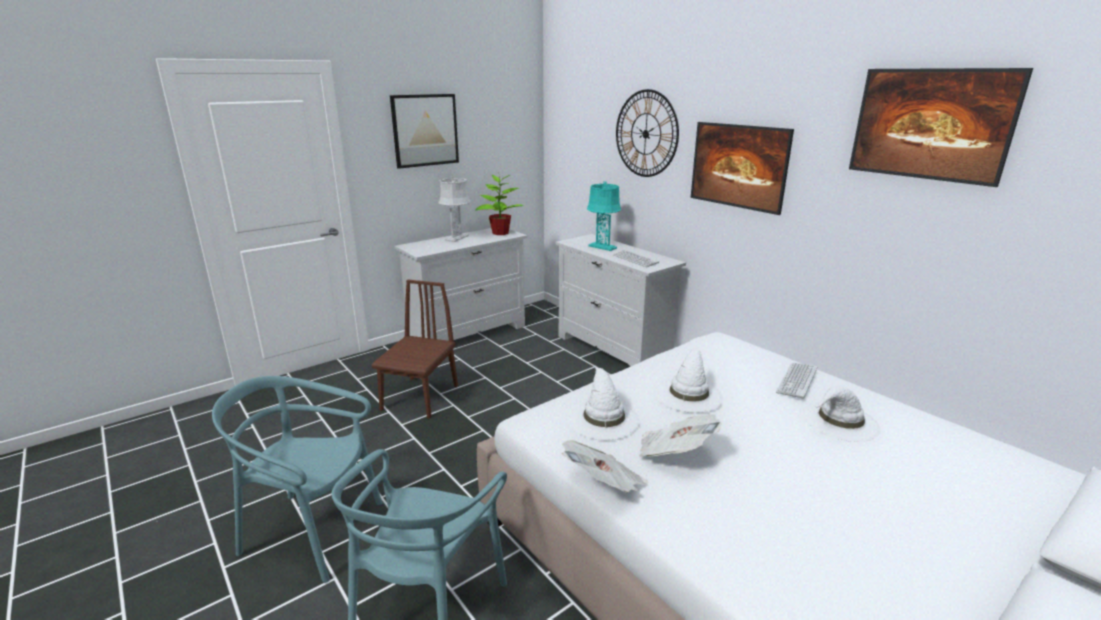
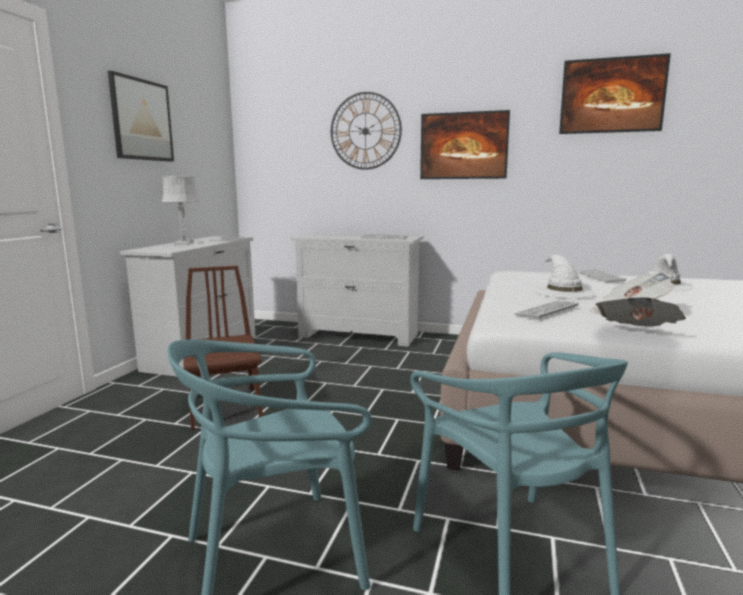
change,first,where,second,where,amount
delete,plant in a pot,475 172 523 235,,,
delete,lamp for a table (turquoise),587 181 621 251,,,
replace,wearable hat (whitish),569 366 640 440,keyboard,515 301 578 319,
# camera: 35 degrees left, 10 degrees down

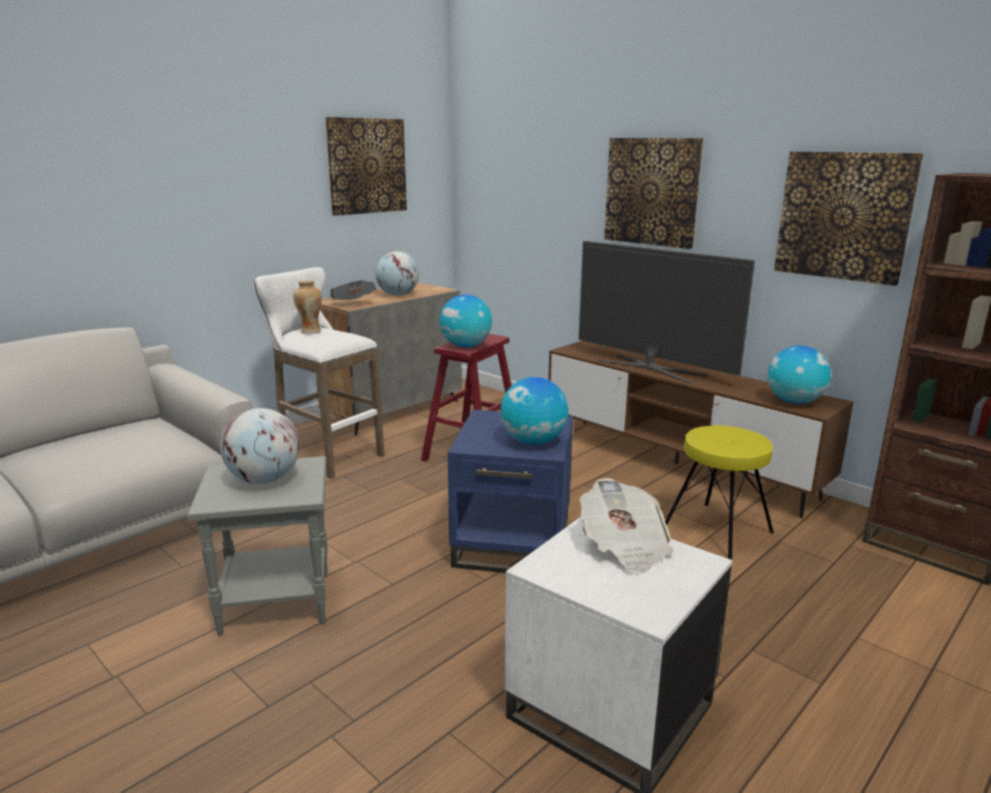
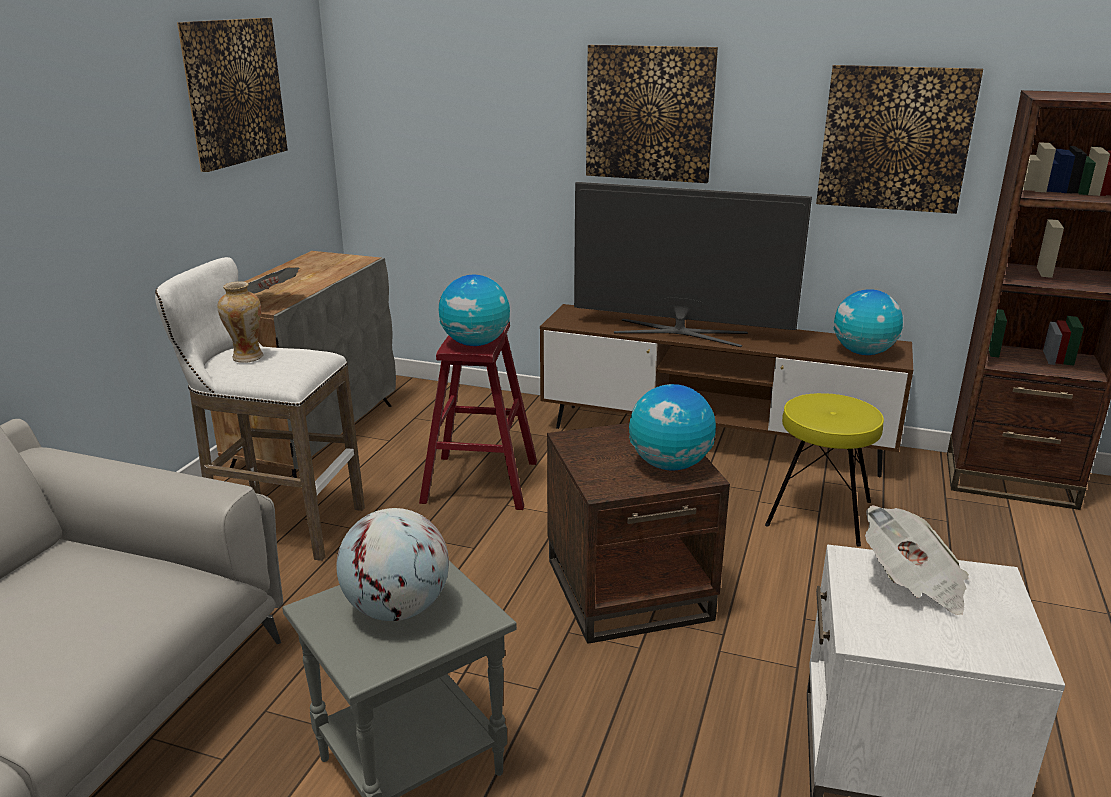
change,first,where,second,where,amount
delete,desk globe,375 251 419 296,,,
recolor,end table (bluish),448 410 573 573,end table (brownish),547 423 730 644,
# camera: 25 degrees left, 5 degrees up

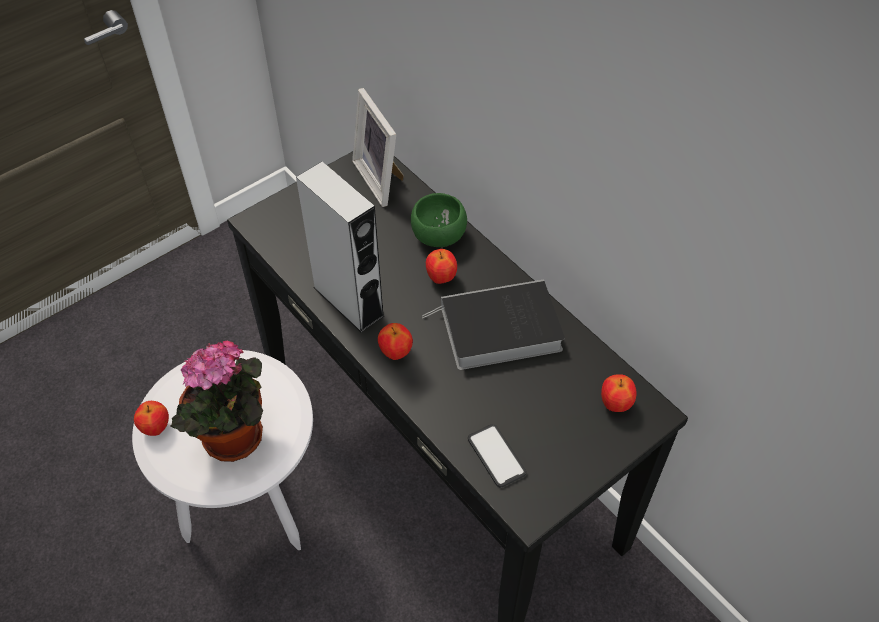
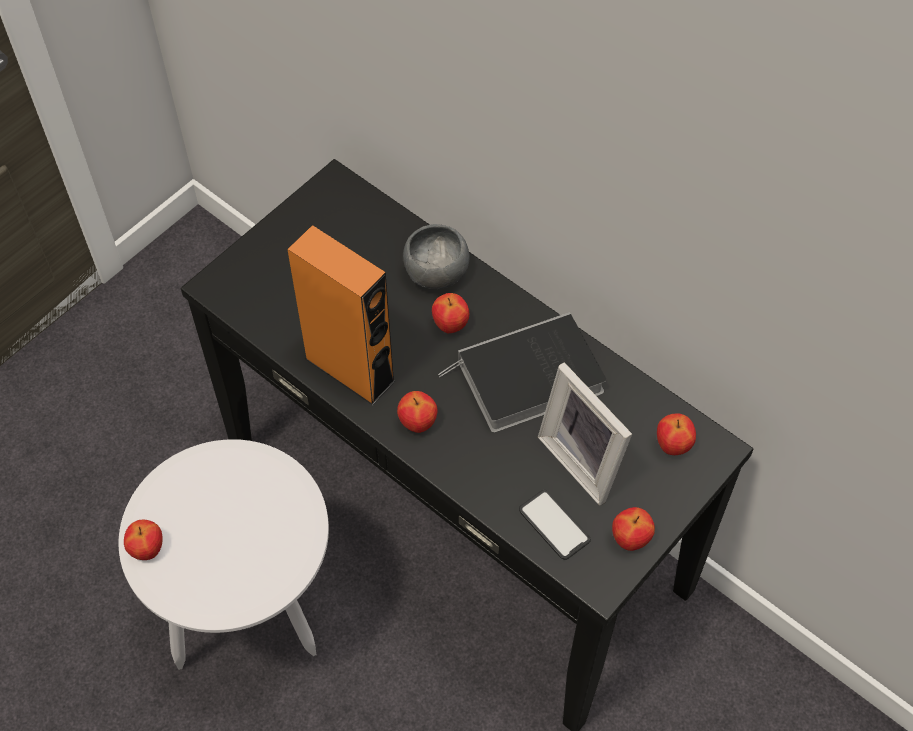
change,first,where,second,where,amount
move,picture frame,352 88 404 207,,538 362 632 505,
recolor,loudspeaker (greyish),296 162 385 333,loudspeaker (orange-coloured),287 225 396 405,
recolor,bowl (green),411 193 467 247,bowl (greyish),403 224 470 289,
delete,plant in a pot,170 341 263 462,,,
insert,,,apple,612 507 655 551,
# camera: 10 degrees left, 5 degrees up

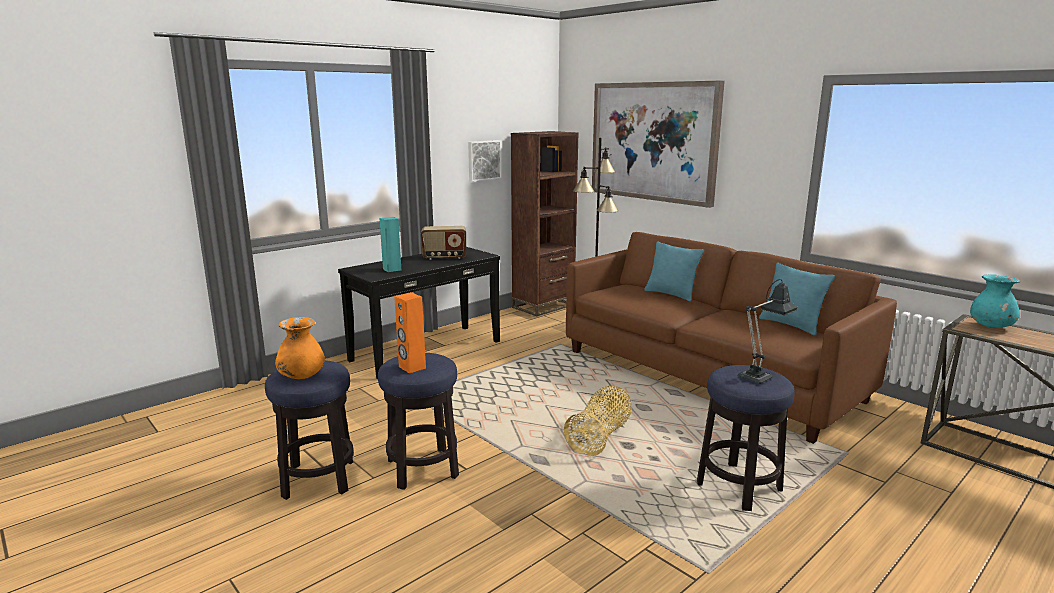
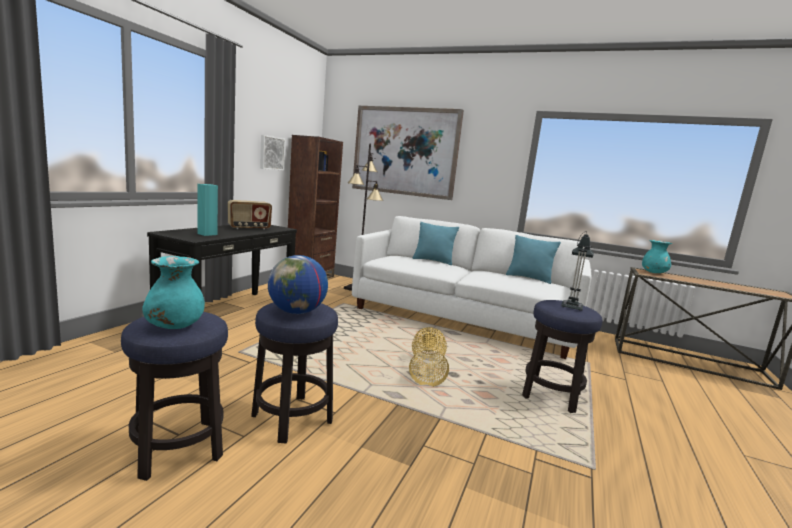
change,first,where,second,where,amount
recolor,couch (brownish),566 232 897 444,couch (whitish),352 216 591 359,
replace,loudspeaker (orange-coloured),394 292 426 373,desk globe,268 255 328 314,
recolor,vase (orange-coloured),275 317 325 379,vase (turquoise),142 256 205 329,
# camera: 25 degrees left, 5 degrees down

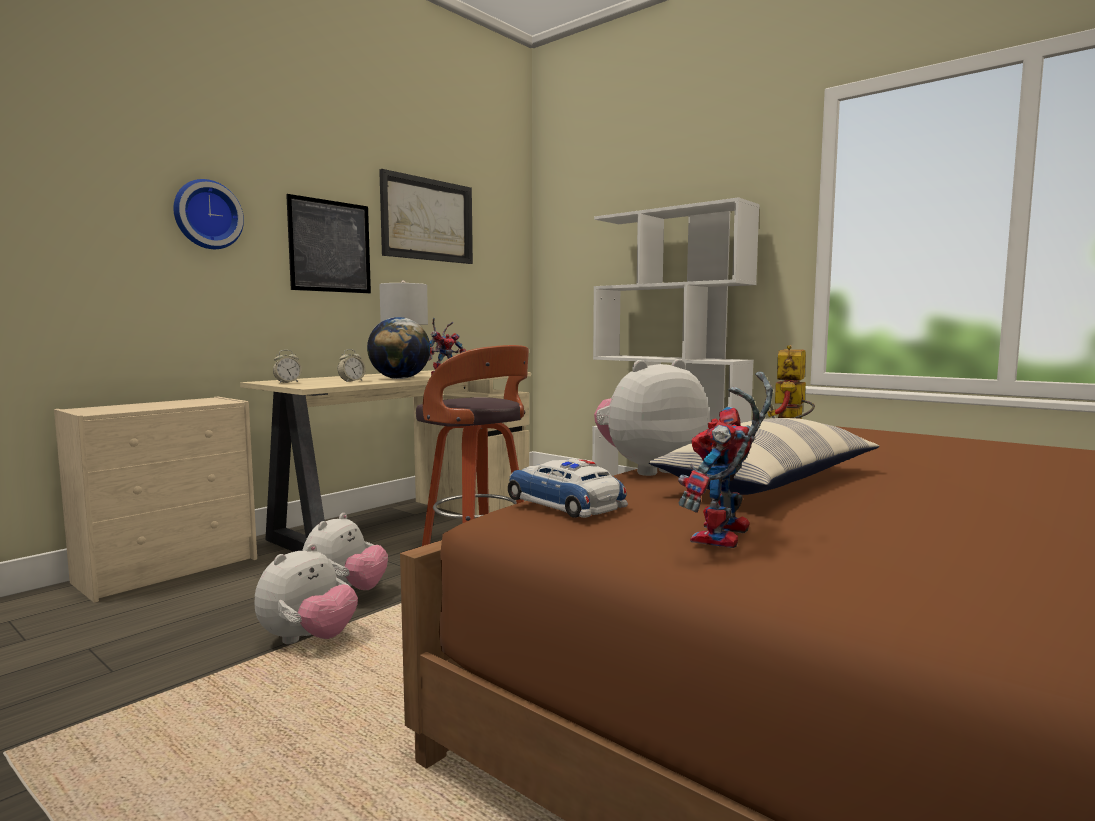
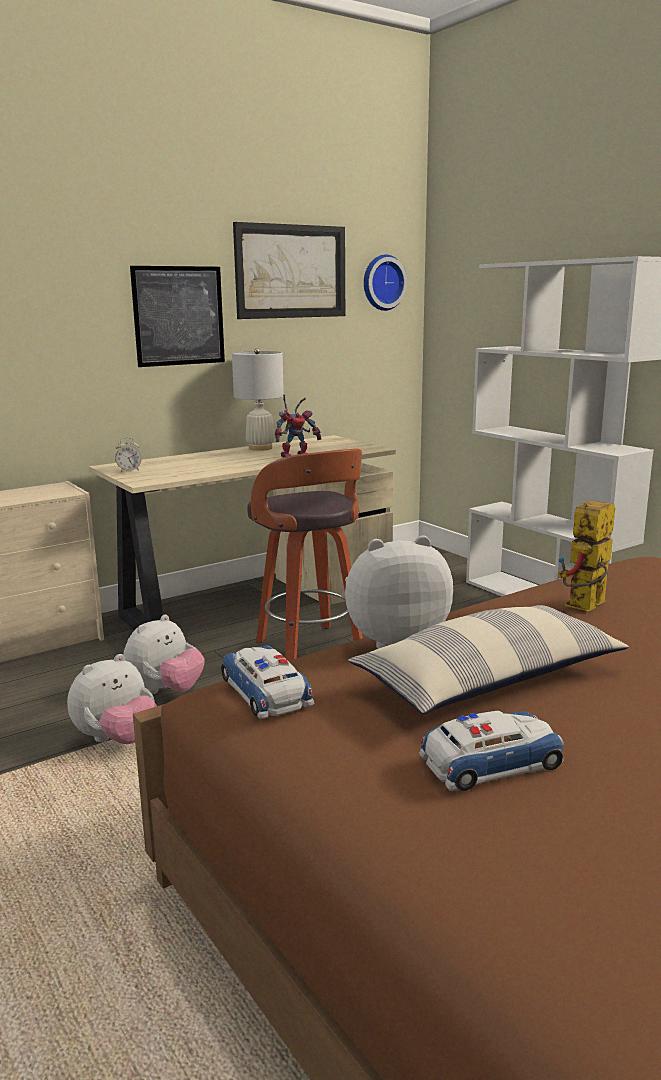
change,first,where,second,where,amount
move,wall clock,174 179 244 249,,364 254 407 311,
delete,desk globe,367 317 430 379,,,
delete,table clock,338 349 366 382,,,
delete,toy robot,678 372 773 548,,,
insert,,,toy car,419 711 564 791,
# camera: 15 degrees right, 10 degrees up

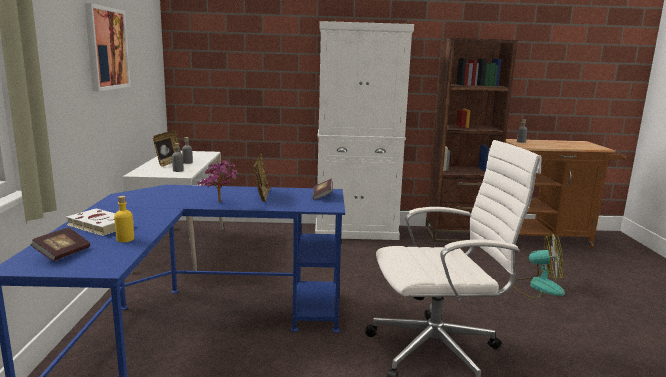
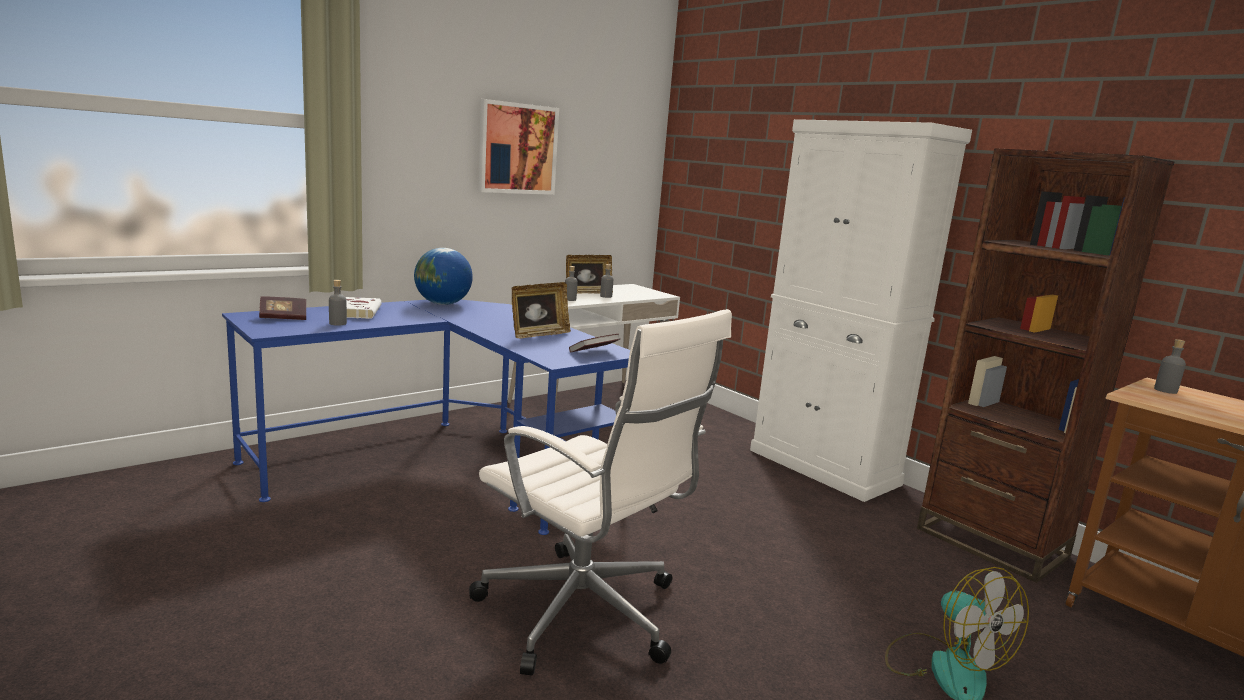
change,first,where,second,where,amount
delete,plant in a pot,197 160 238 202,,,
recolor,bottle (yellowish),114 196 134 242,bottle (greyish),329 280 347 326,
insert,,,desk globe,414 248 473 305,
# camera: 50 degrees right, 0 degrees up

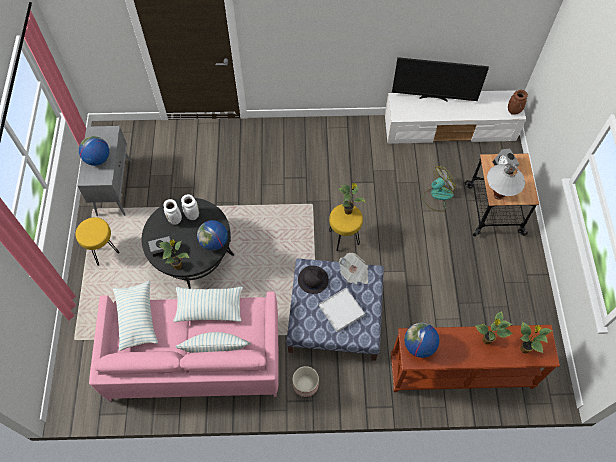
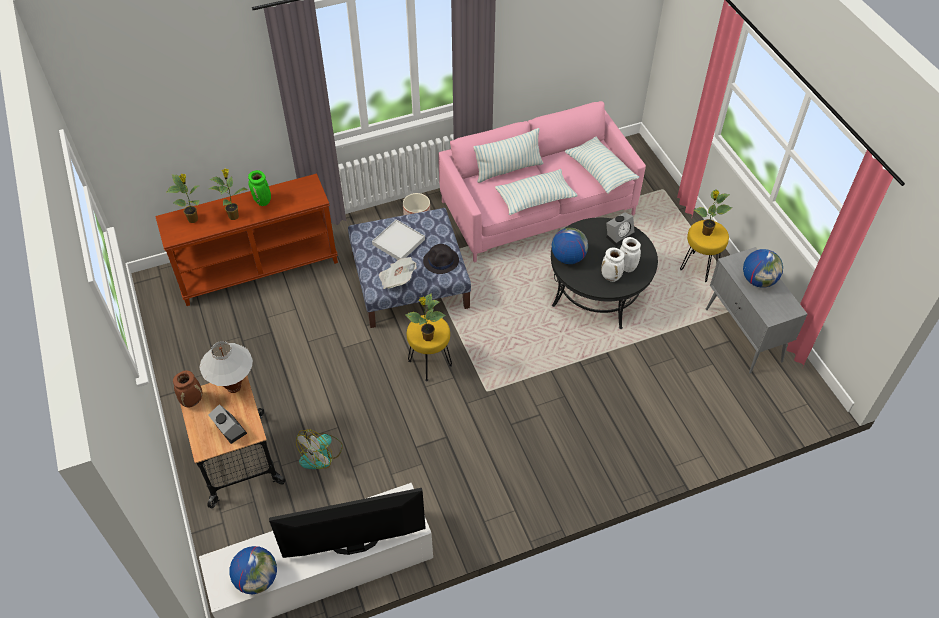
change,first,where,second,where,amount
move,vase (brownish),508 90 528 114,,173 370 202 407,
move,plant in a pot,159 240 189 270,,694 189 732 236,
move,desk globe,404 323 440 358,,230 546 277 594,
insert,,,vase (green),248 170 271 206,
# camera: 160 degrees right, 10 degrees down

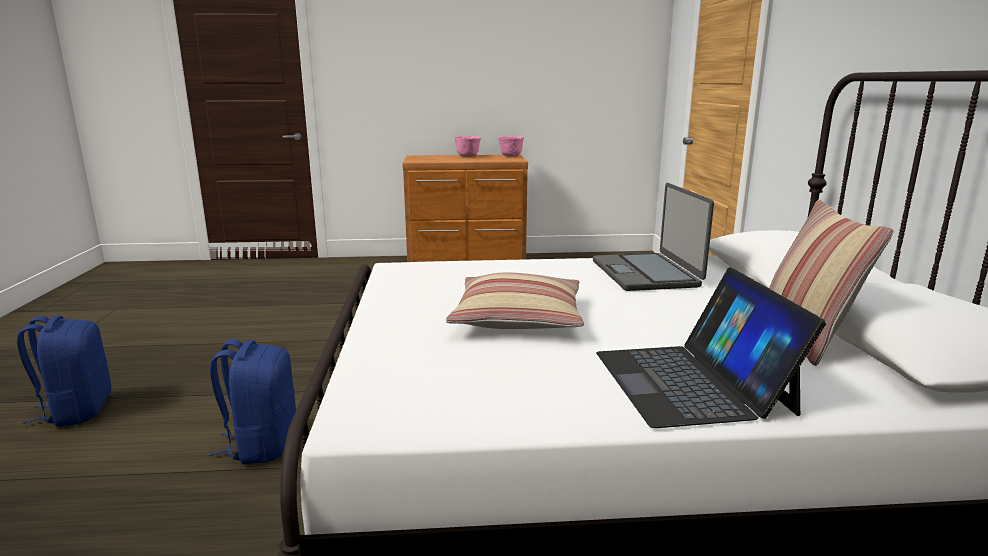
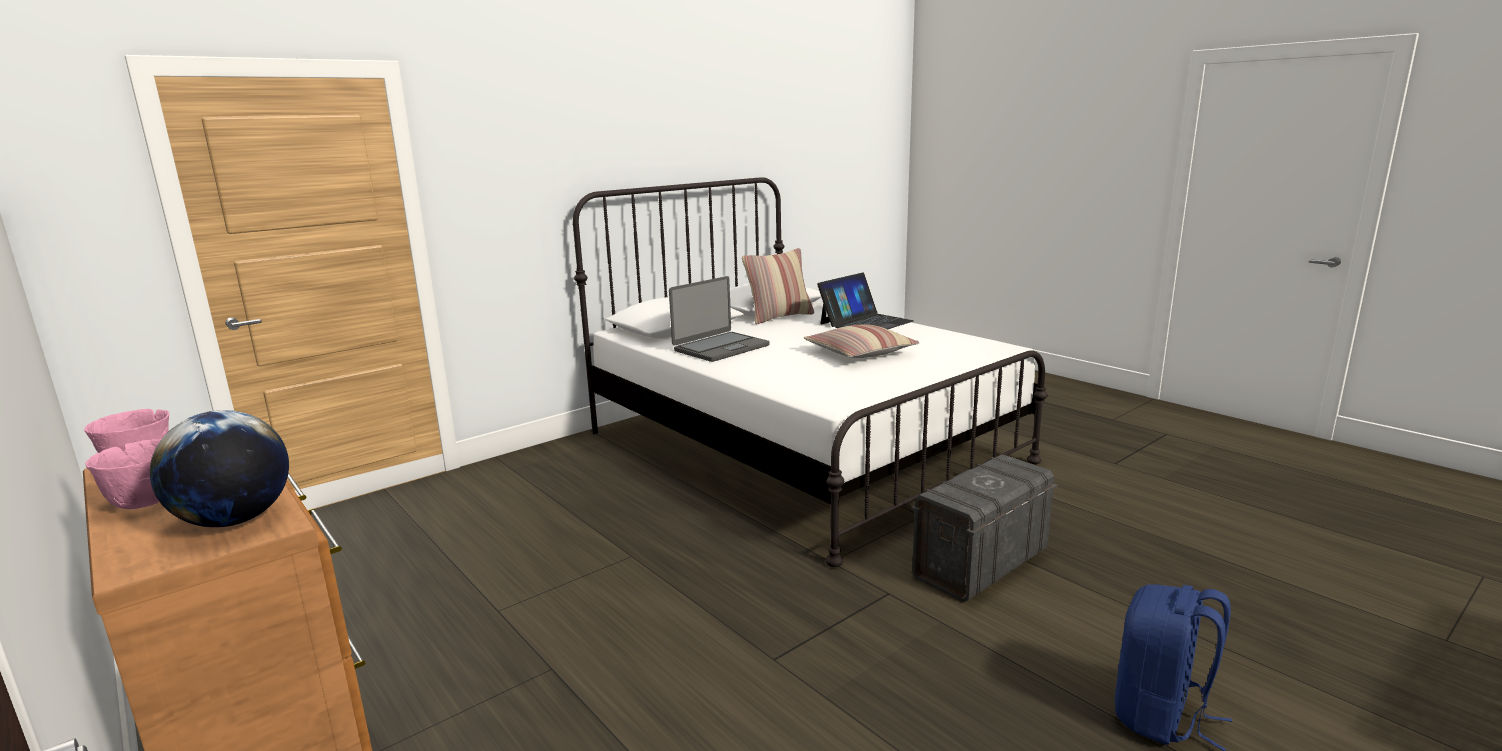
change,first,where,second,where,amount
replace,knapsack (bluish),209 339 296 464,storage container (greyish),911 454 1057 602,
insert,,,desk globe,150 410 289 527,
# camera: 125 degrees left, 0 degrees up

